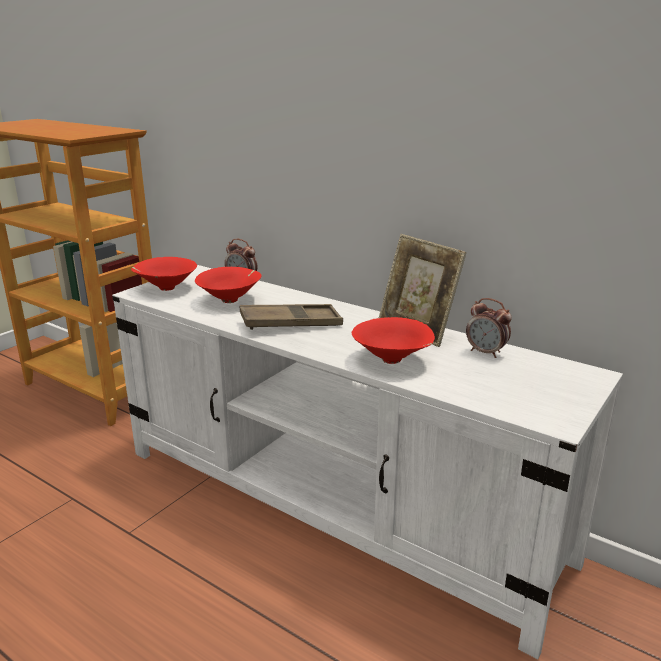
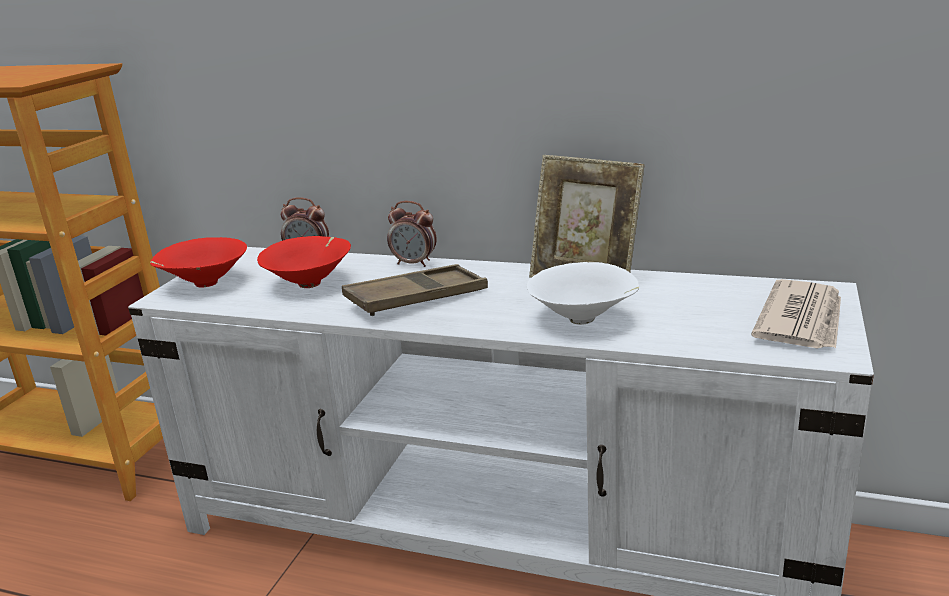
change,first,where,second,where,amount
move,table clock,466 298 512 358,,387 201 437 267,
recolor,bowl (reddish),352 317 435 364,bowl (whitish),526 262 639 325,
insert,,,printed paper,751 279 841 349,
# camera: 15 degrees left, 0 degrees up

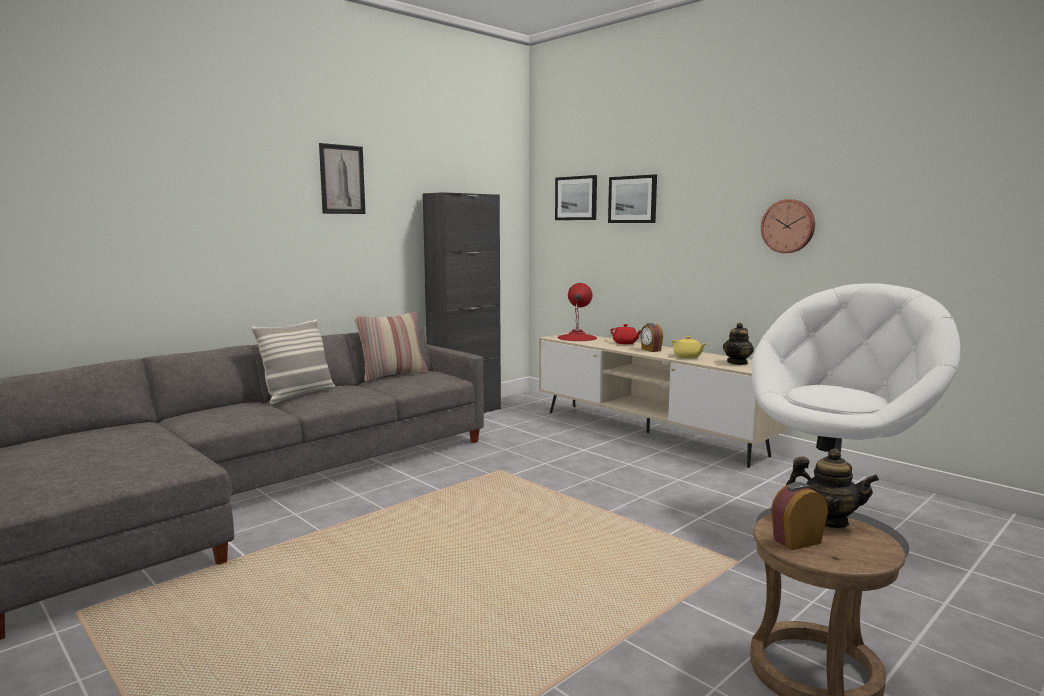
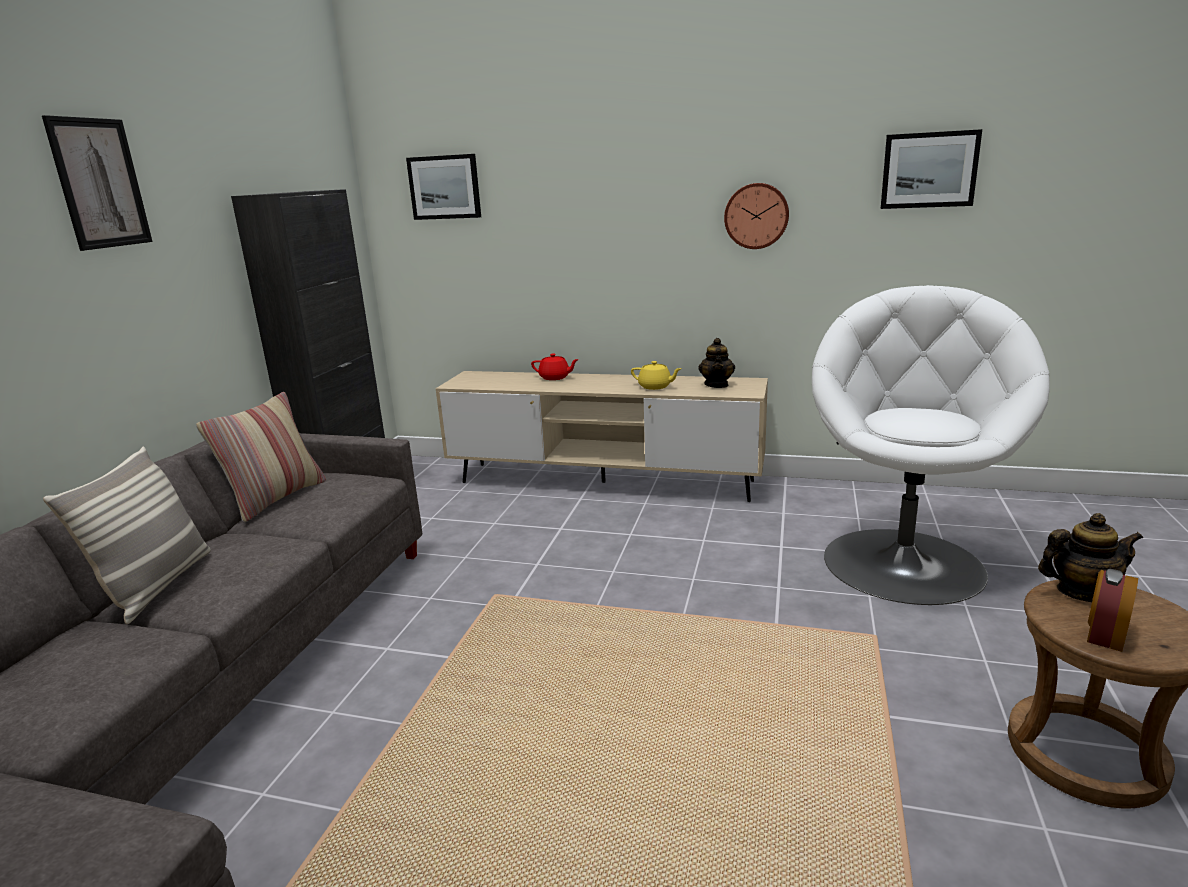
change,first,where,second,where,amount
move,wall art,608 174 657 223,,881 129 982 209,
delete,lamp for a table (reddish),558 283 597 341,,,
delete,table clock,640 323 663 352,,,
# camera: 30 degrees left, 10 degrees up

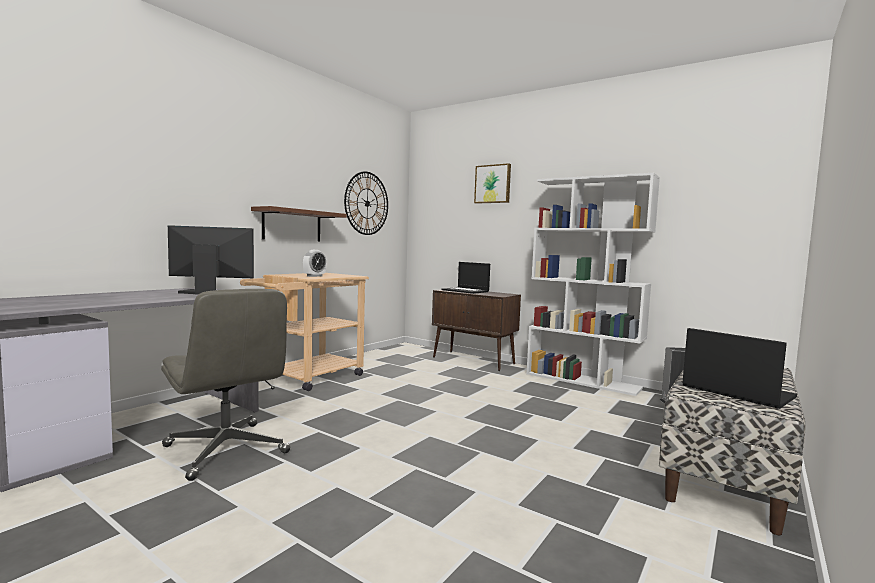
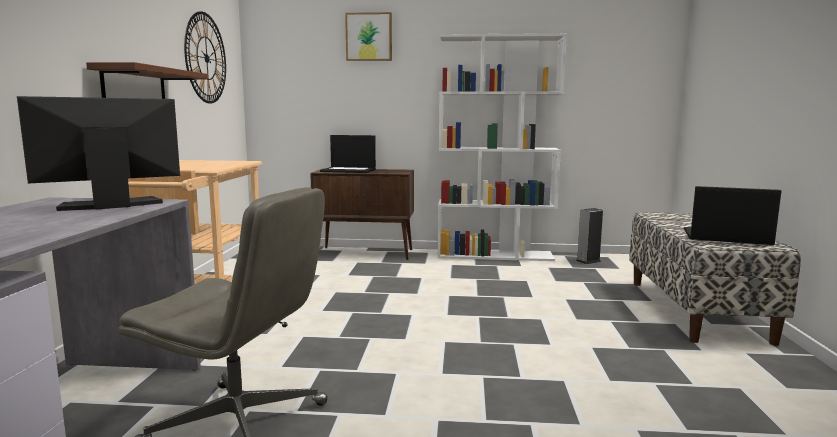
change,first,where,second,where,amount
delete,table clock,303 250 326 277,,,
# camera: 30 degrees left, 5 degrees up

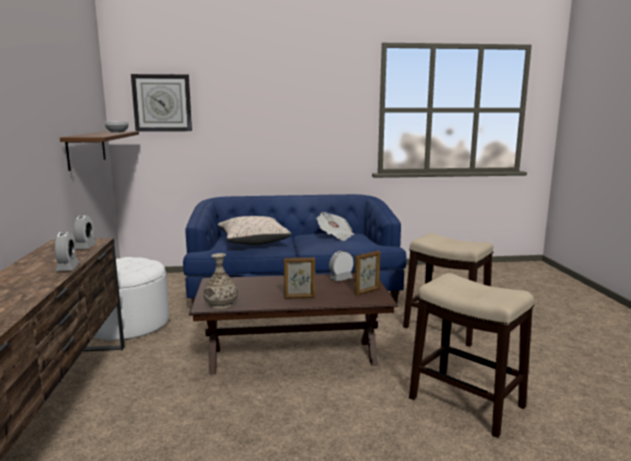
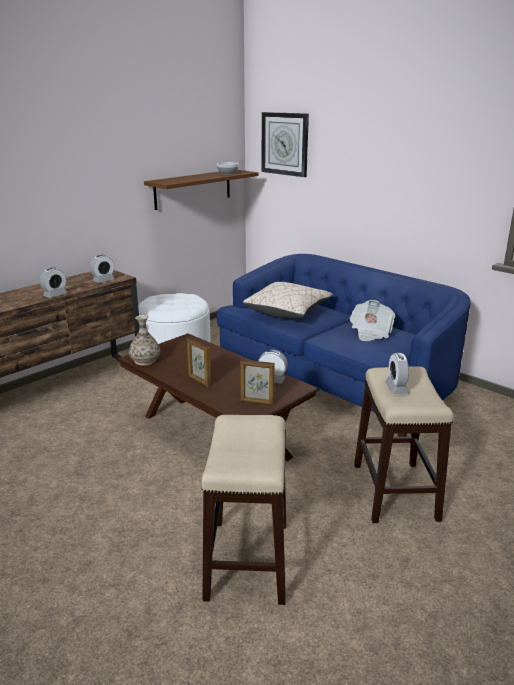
change,first,where,second,where,amount
insert,,,table clock,385 353 409 394,
# camera: 50 degrees right, 10 degrees up

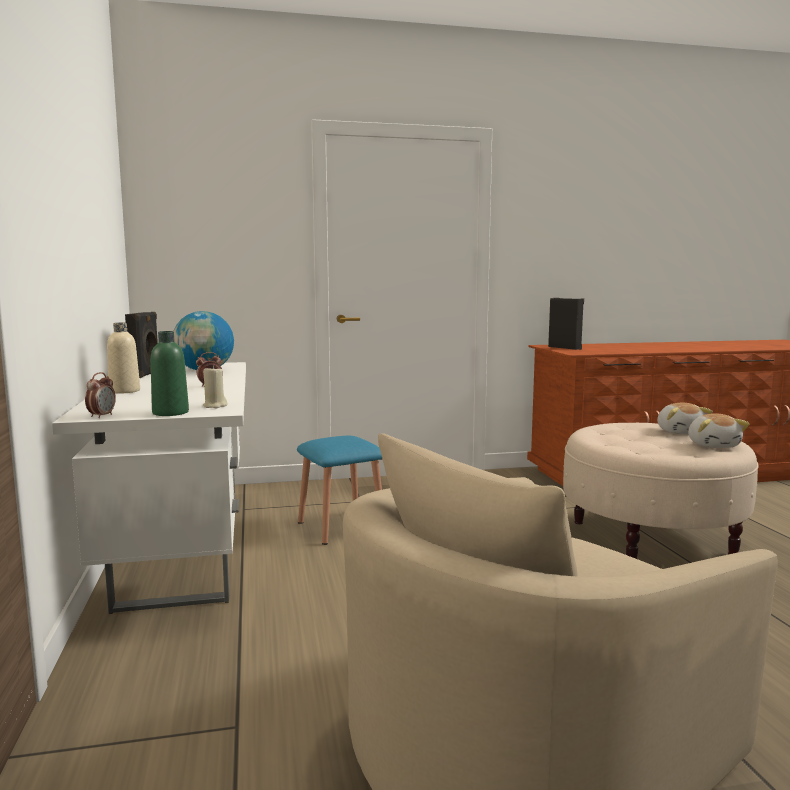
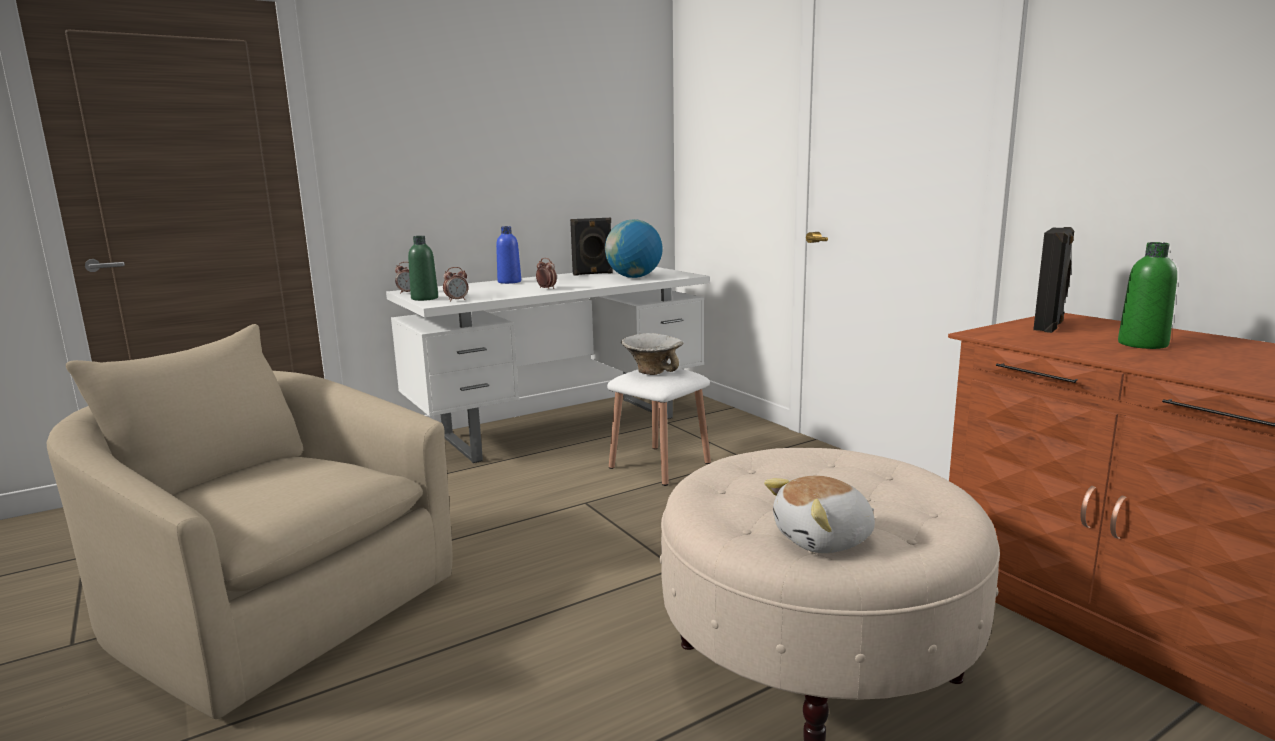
change,first,where,second,where,amount
recolor,bottle (beige),107 323 140 394,bottle (bluish),496 226 521 284,
replace,candle (beige),203 365 228 408,table clock,443 267 468 302,
delete,plush toy,657 403 713 434,,,
recolor,stool seat (bluish),297 436 382 545,stool seat (whitish),607 368 711 486,
insert,,,bottle (green),1118 242 1177 349,
insert,,,bowl,621 333 683 375,
# camera: 70 degrees right, 5 degrees up

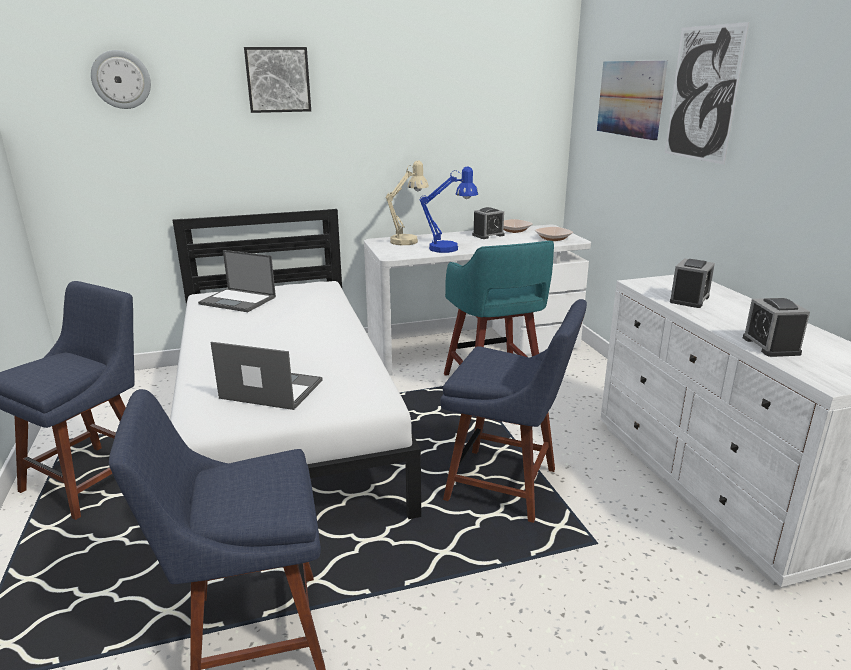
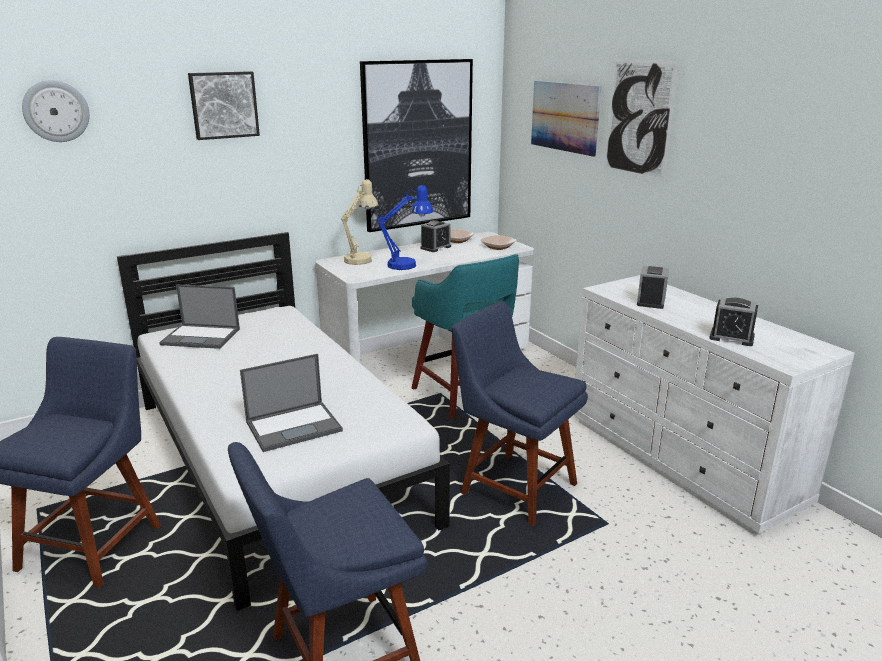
change,first,where,second,where,amount
rotate,table clock,743 298 810 357,,709 297 758 346,45 degrees counterclockwise
rotate,upright chair (bluish),440 299 587 523,,452 301 588 526,150 degrees counterclockwise
rotate,portable computer,210 342 323 410,,240 354 343 452,150 degrees clockwise
insert,,,wall art,360 59 473 232,
# camera: 15 degrees left, 0 degrees up

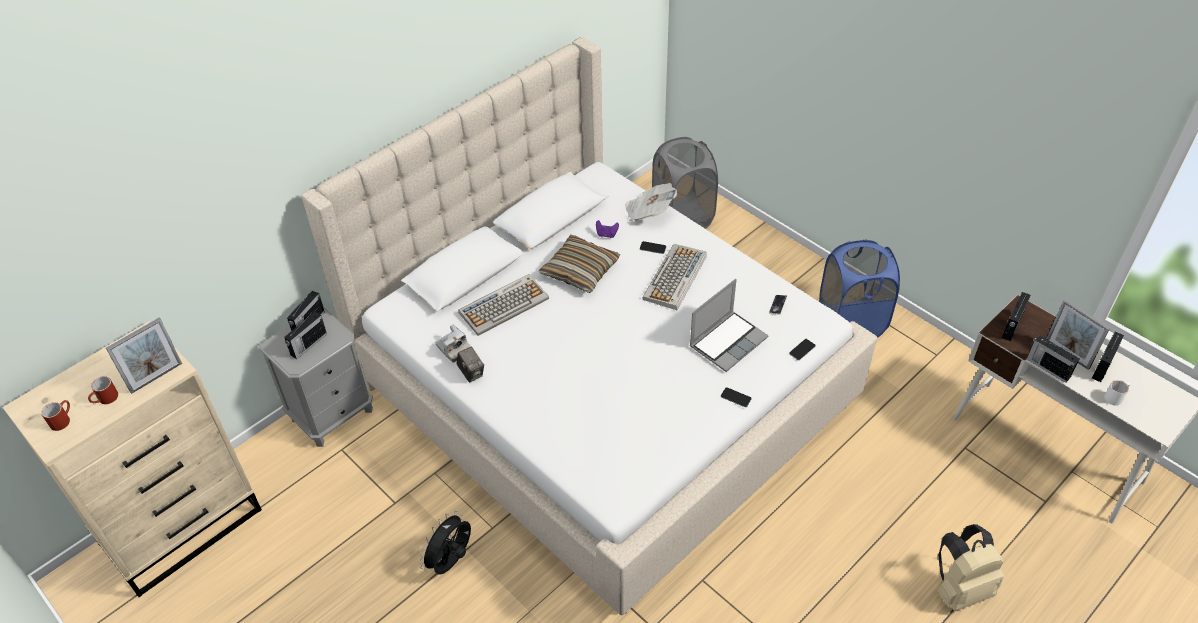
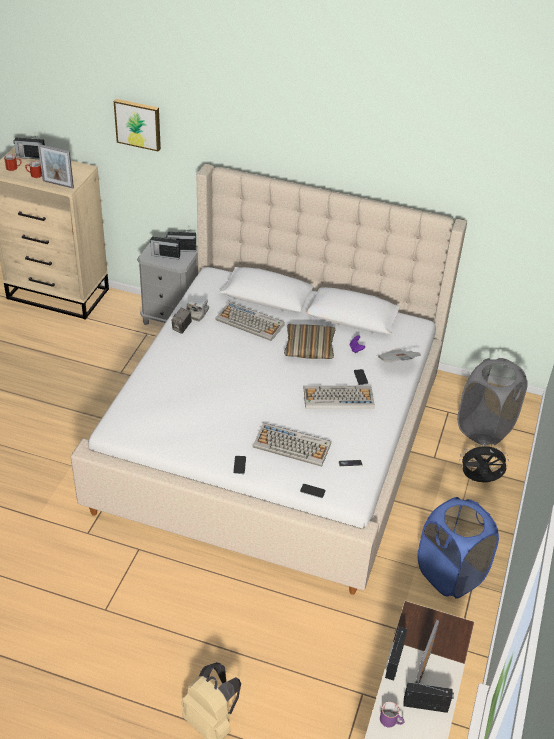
change,first,where,second,where,amount
replace,portable computer,689 279 768 372,keyboard,253 423 331 467,
move,radio set,1002 291 1031 341,,13 136 45 159,
recolor,coffee mug (whitish),1104 380 1130 406,coffee mug (purplish),380 702 405 727,
move,cooling fan (black),419 511 471 575,,459 443 509 482,
insert,,,wall art,114 99 161 152,
# camera: 60 degrees right, 5 degrees down

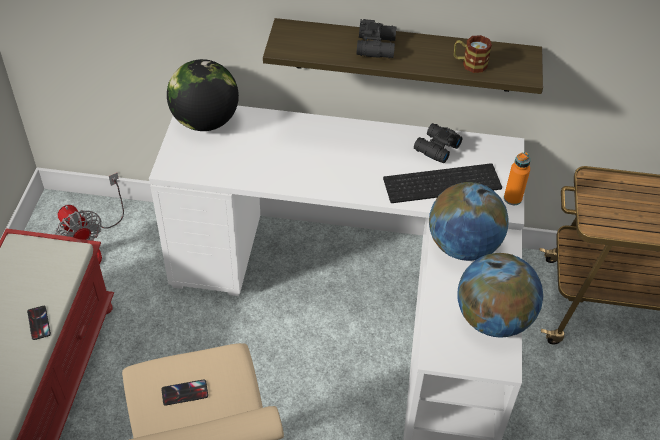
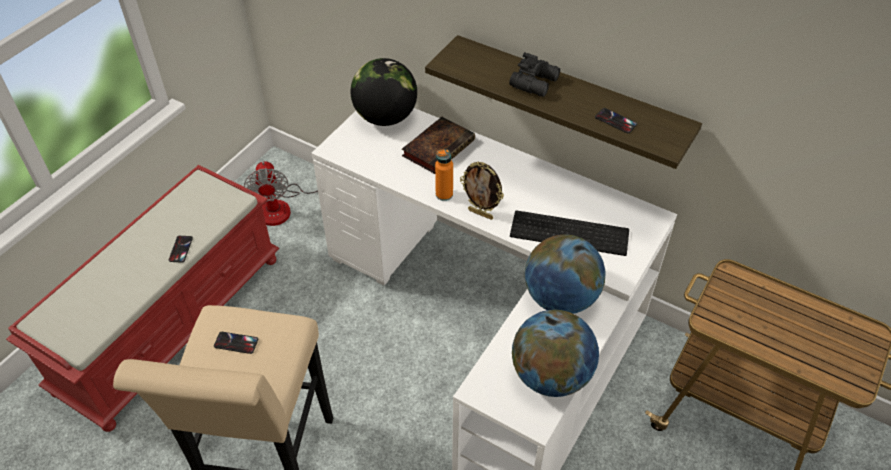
change,first,where,second,where,amount
replace,coffee mug,454 35 492 73,telephone,595 108 637 133,
delete,field glasses (black),414 123 462 163,,,
move,bottle (orange-coloured),504 152 530 205,,435 149 453 201,
insert,,,book,402 117 475 174,
insert,,,picture frame,460 162 504 220,
# camera: 25 degrees right, 0 degrees up

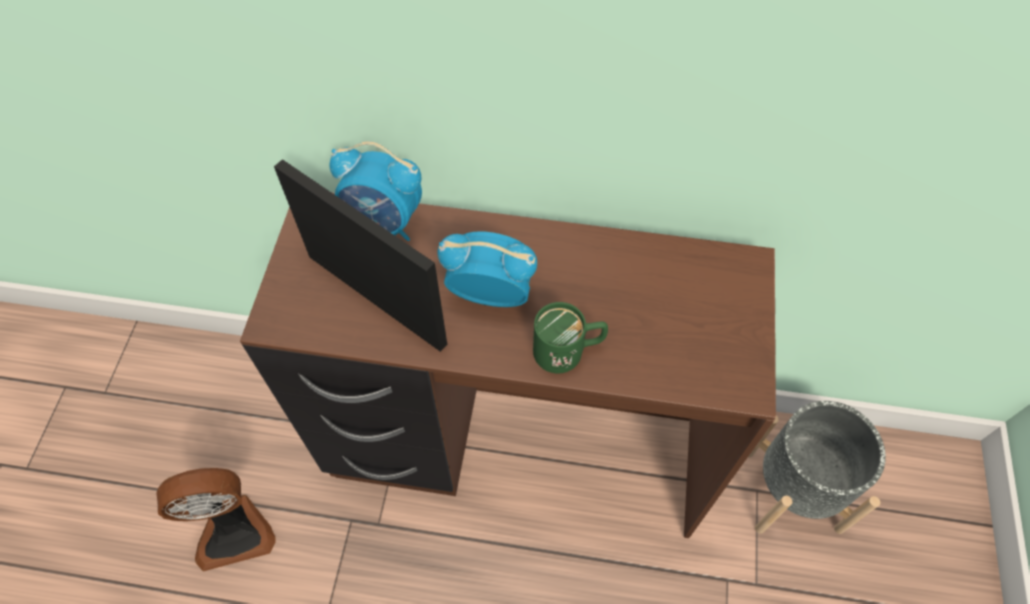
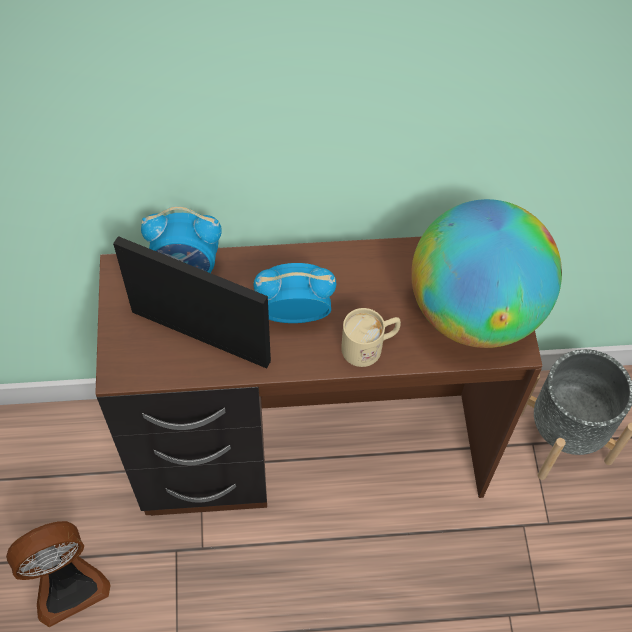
change,first,where,second,where,amount
recolor,coffee mug (green),533 302 608 374,coffee mug (beige),341 308 401 367,
insert,,,desk globe,411 199 562 348,
# camera: 15 degrees left, 0 degrees up

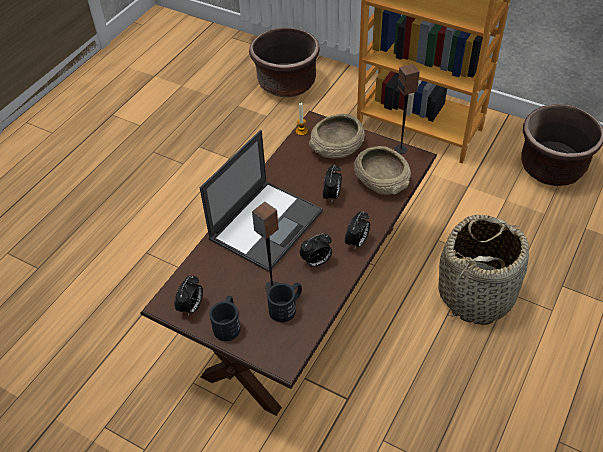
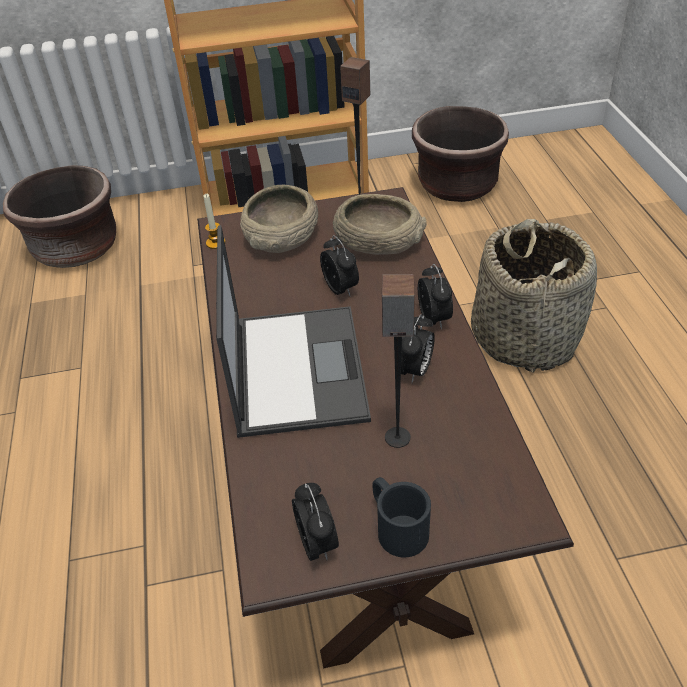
change,first,where,second,where,amount
delete,coffee mug (black),267 283 302 322,,,
# camera: 40 degrees left, 5 degrees down

